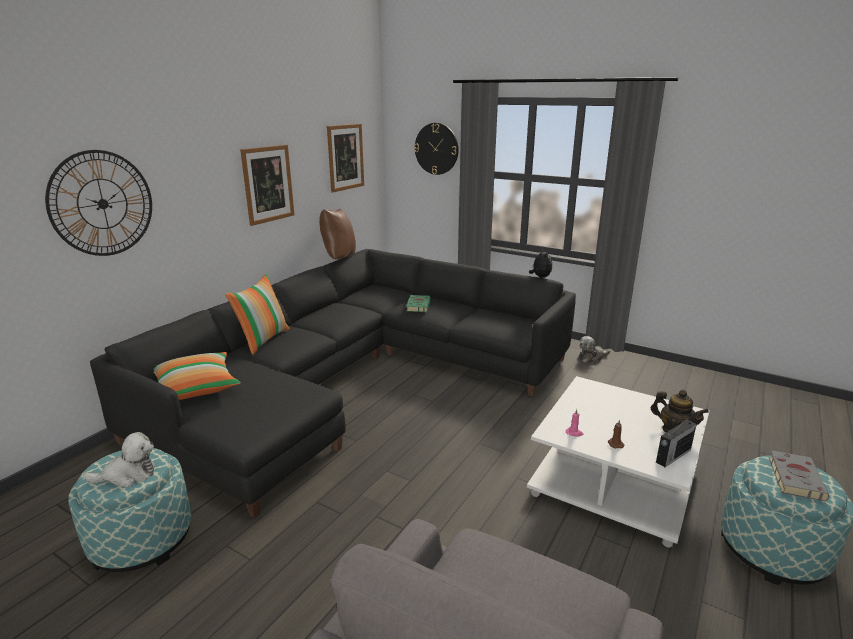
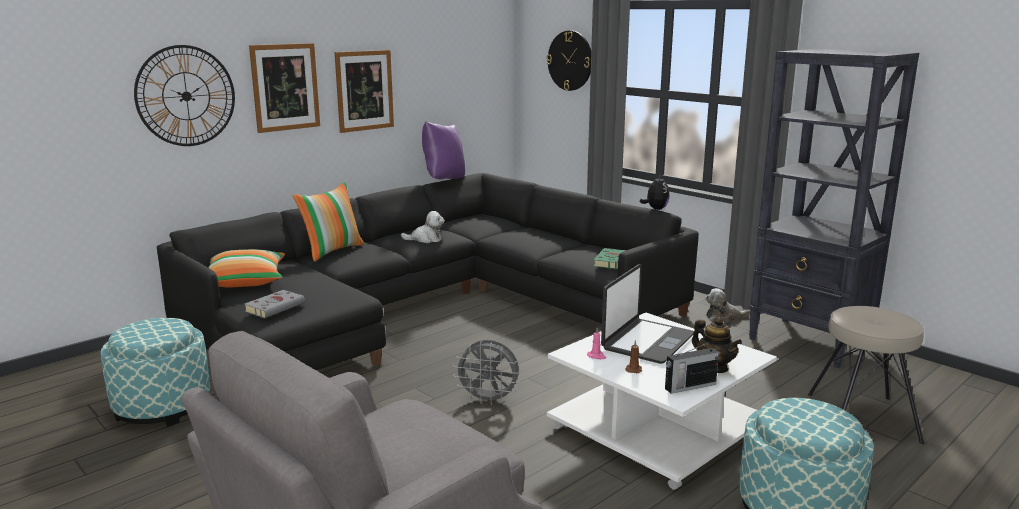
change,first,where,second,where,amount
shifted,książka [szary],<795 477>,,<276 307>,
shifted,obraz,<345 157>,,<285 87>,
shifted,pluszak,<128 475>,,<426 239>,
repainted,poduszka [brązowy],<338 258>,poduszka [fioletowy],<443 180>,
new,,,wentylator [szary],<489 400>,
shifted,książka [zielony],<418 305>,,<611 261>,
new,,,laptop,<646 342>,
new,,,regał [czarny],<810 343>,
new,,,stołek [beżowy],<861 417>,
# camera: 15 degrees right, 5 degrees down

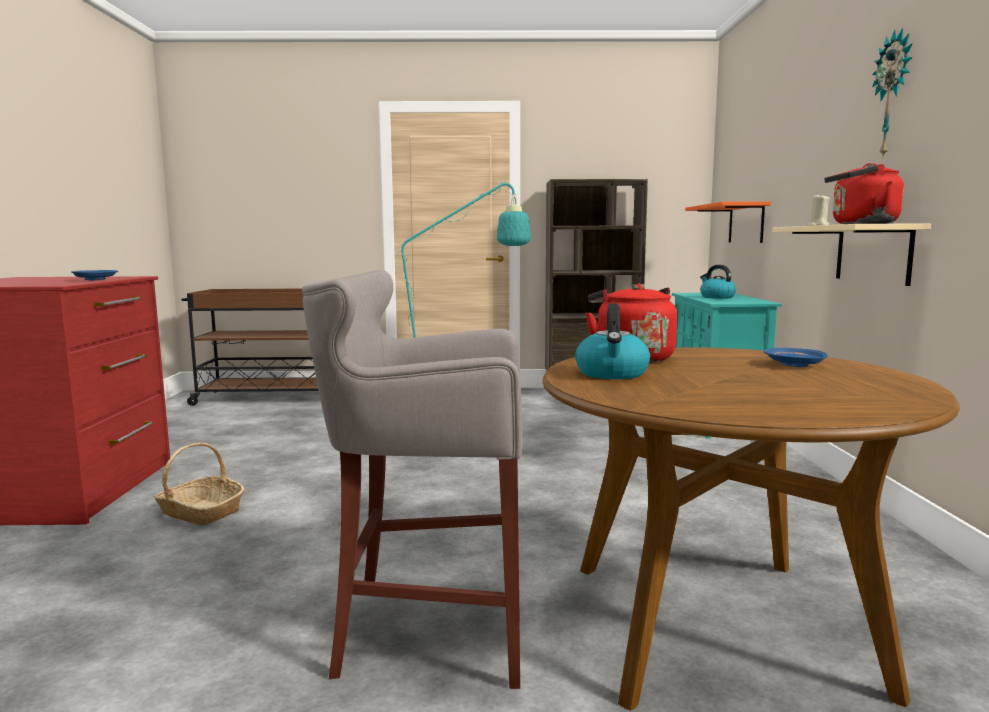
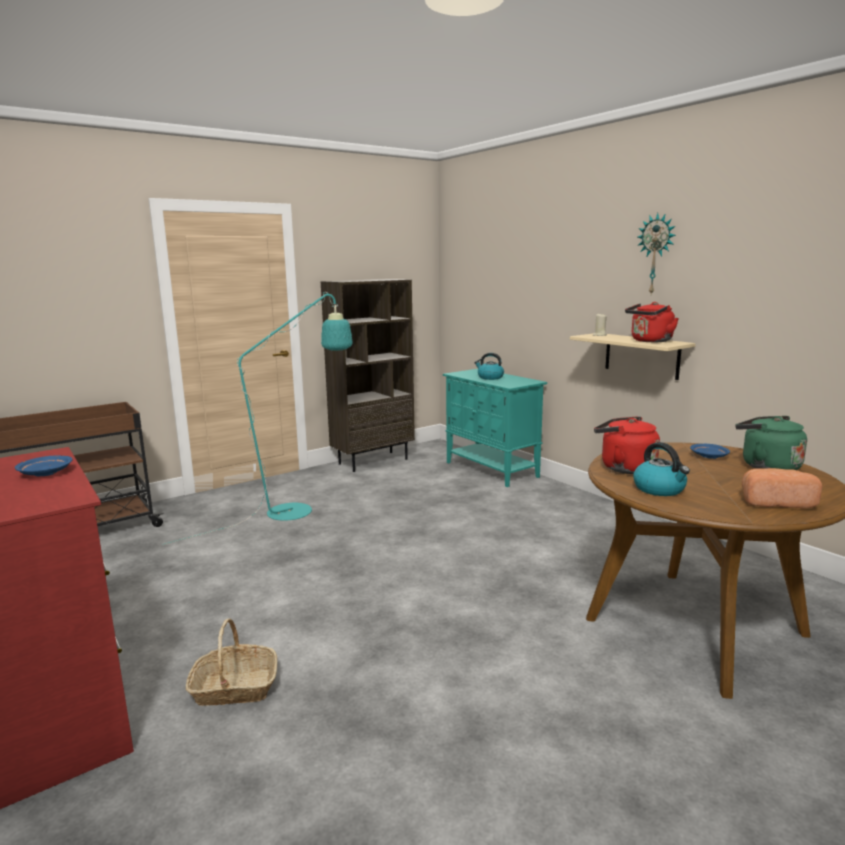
change,first,where,second,where,amount
new,,,czajnik [zielony],<766 466>,
new,,,chleb,<775 502>,
gone,stołek [szary],<428 629>,,,
gone,półka [pomarańczowy],<746 223>,,,
# camera: 35 degrees left, 5 degrees up

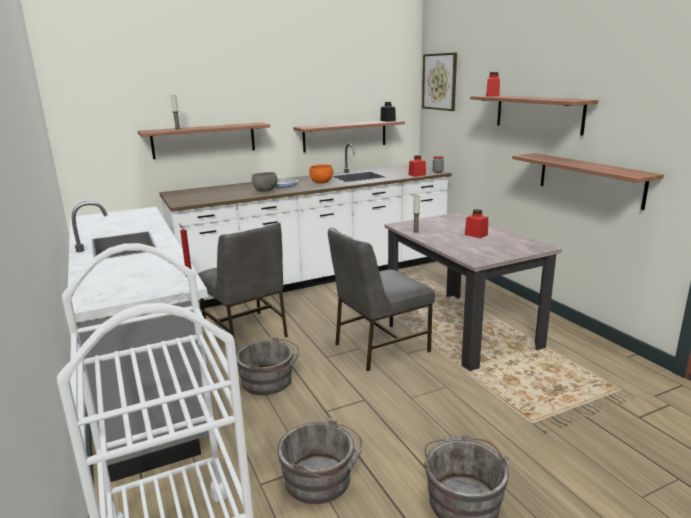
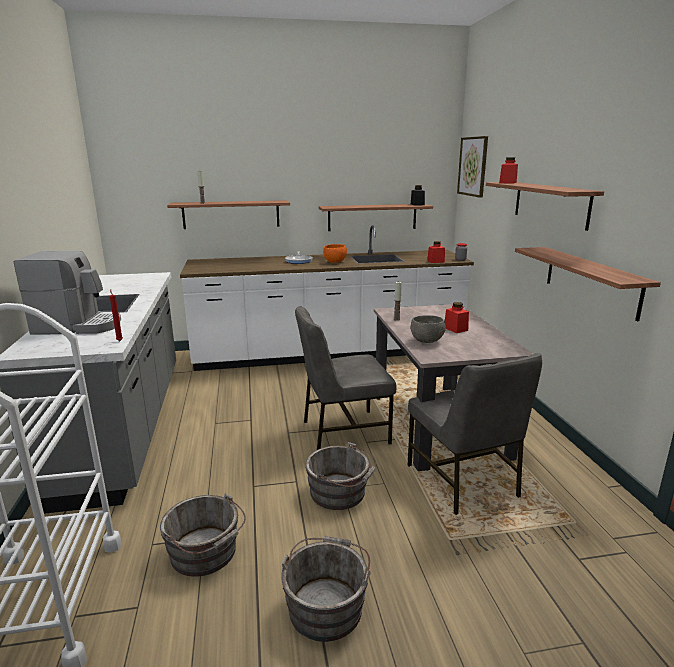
change,first,where,second,where,amount
new,,,ekspres do kawy,<78 326>,
shifted,wiadro [szary],<270 381>,,<340 493>,
shifted,krzesło [szary],<247 333>,,<463 481>,
shifted,miska [szary],<265 191>,,<427 341>,
# camera: 15 degrees right, 0 degrees up

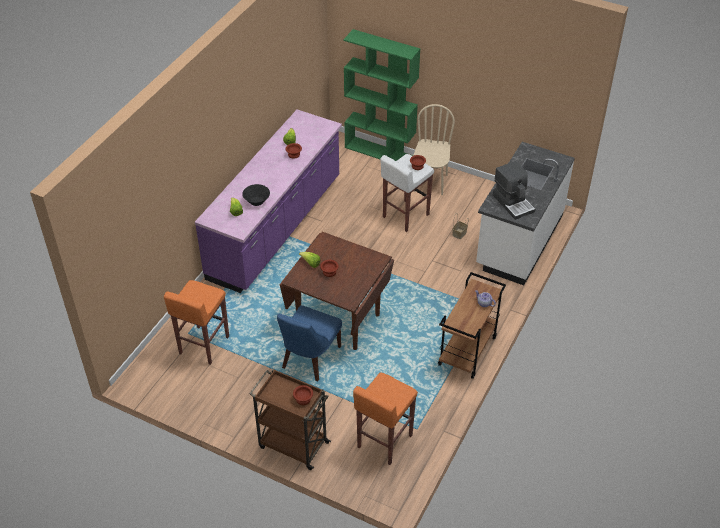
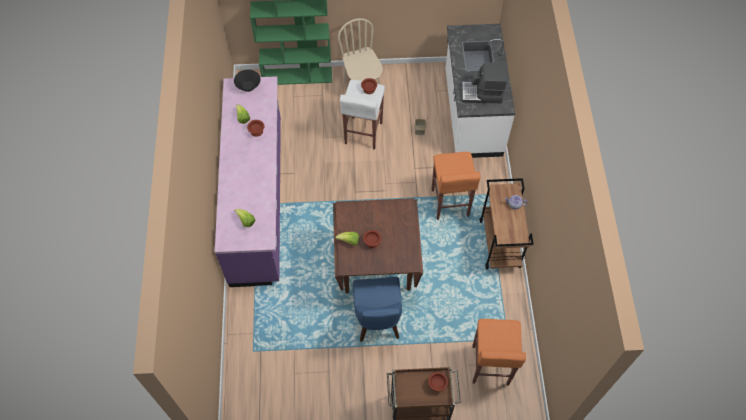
change,first,where,second,where,amount
shifted,miska [czarny],<257 202>,,<248 86>,
shifted,stołek [pomarańczowy],<203 345>,,<449 203>,
rotated,ekspres do kawy,<513 203>,,<482 94>,150 degrees clockwise
# camera: 30 degrees left, 15 degrees up

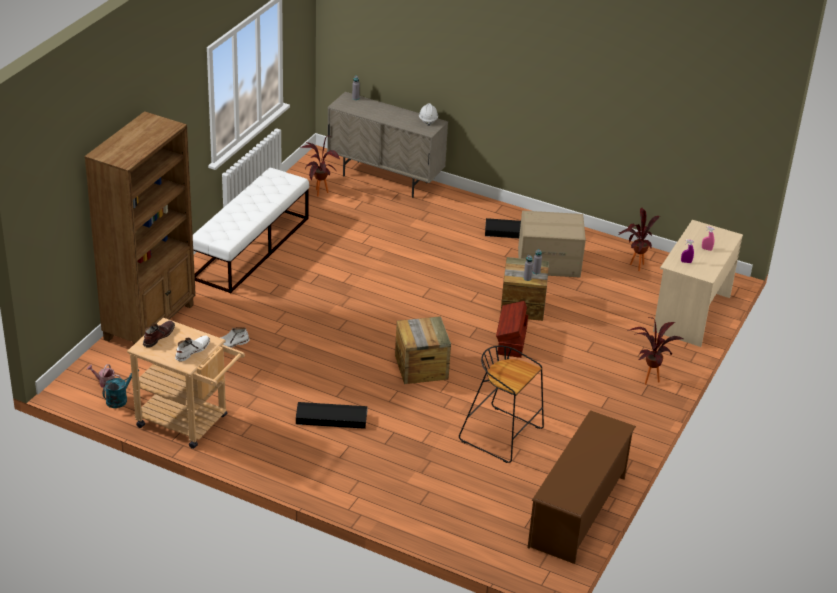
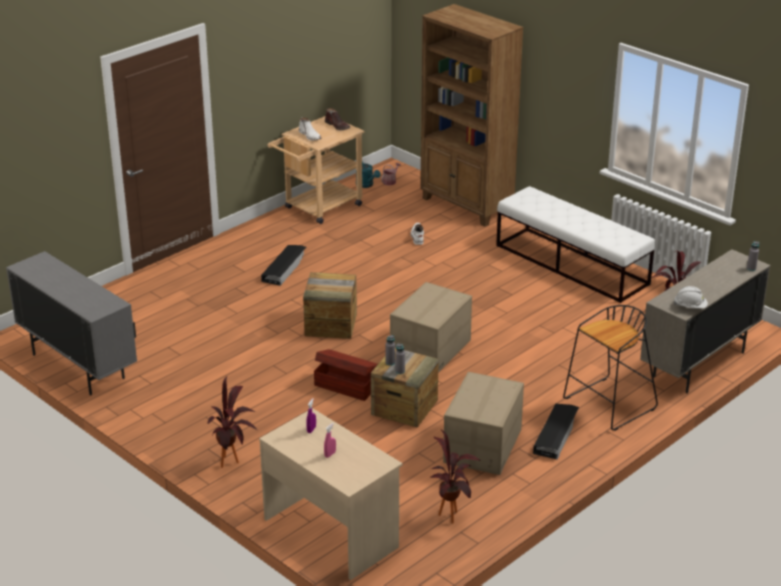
change,first,where,second,where,amount
swapped,regał na buty [brązowy],<578 511>,szafka [szary],<78 366>,
new,,,karton,<431 350>,
shifted,stołek [czarny],<503 435>,,<609 405>,
# camera: 110 degrees right, 5 degrees down

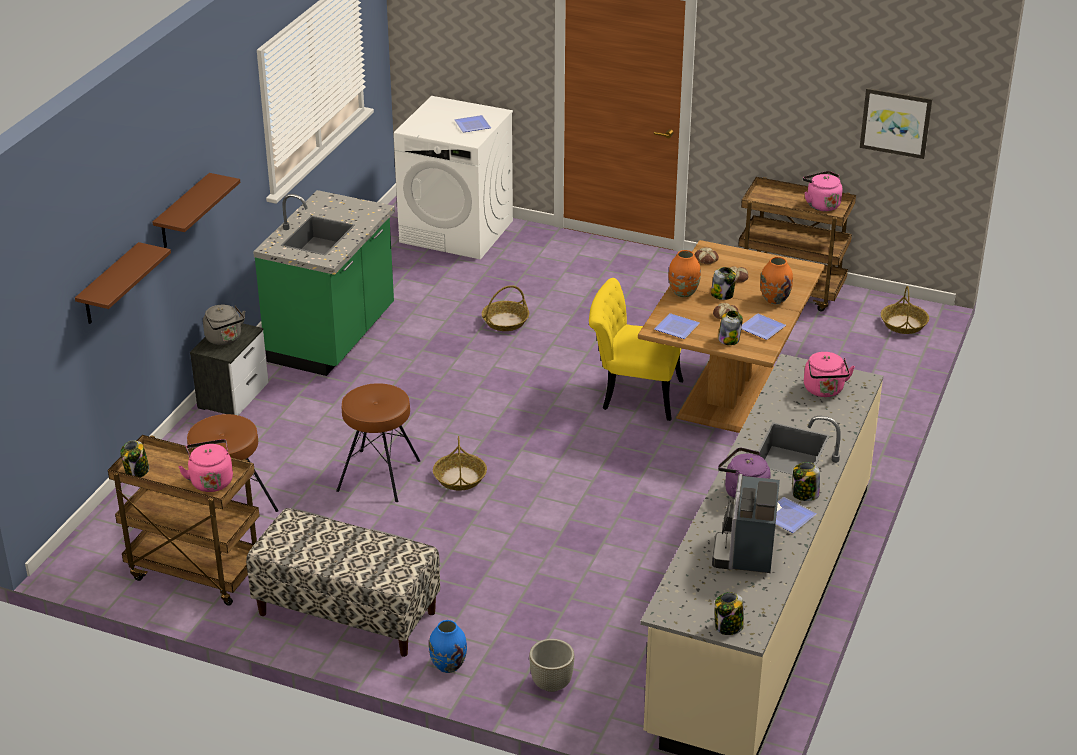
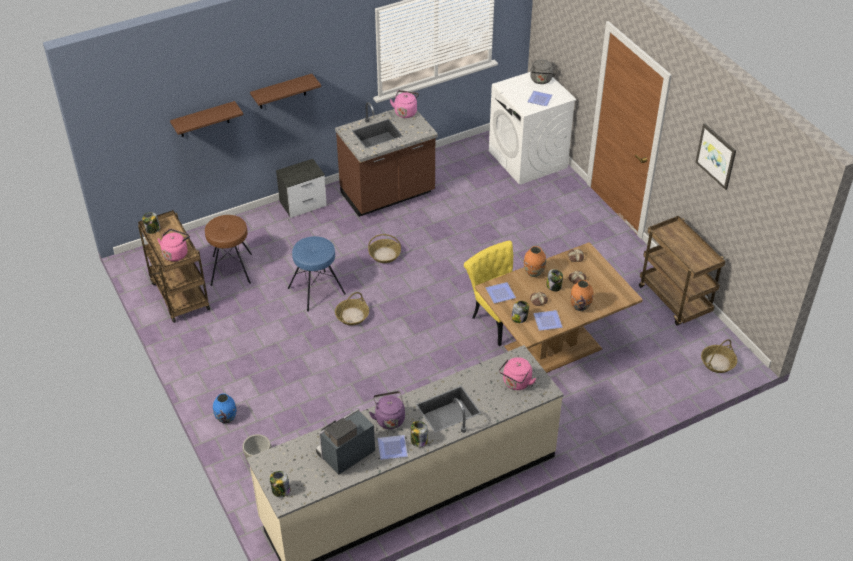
change,first,where,second,where,amount
repainted,stołek [brązowy],<379 475>,stołek [niebieski],<316 291>,
repainted,zabudowa kuchenna [zielony],<333 337>,zabudowa kuchenna [brązowy],<388 195>,
shifted,koszyk,<505 322>,,<384 255>,
shifted,czajnik [różowy],<821 204>,,<405 112>,
shifted,czajnik [szary],<225 339>,,<541 80>,
shifted,obraz,<896 122>,,<716 156>,
gone,ławka,<346 613>,,,
# camera: 40 degrees right, 10 degrees up

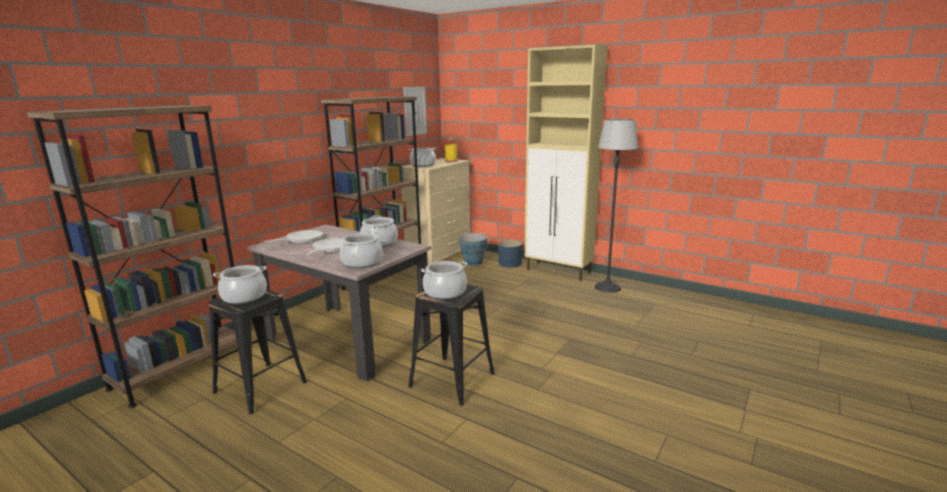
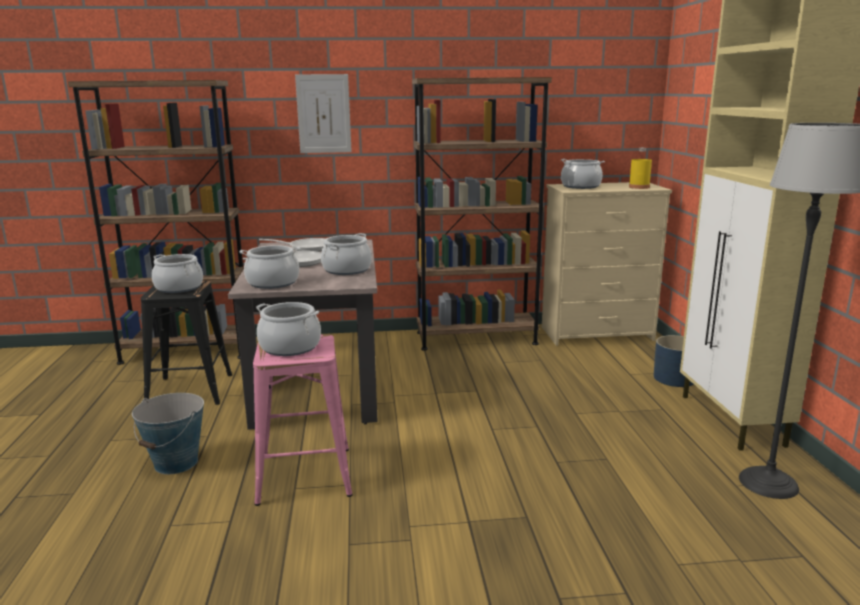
change,first,where,second,where,amount
shifted,wiadro,<473 262>,,<176 463>,
repainted,stołek [czarny],<453 380>,stołek [różowy],<304 475>,
shifted,obraz,<415 111>,,<323 114>,
# camera: 50 degrees right, 0 degrees up

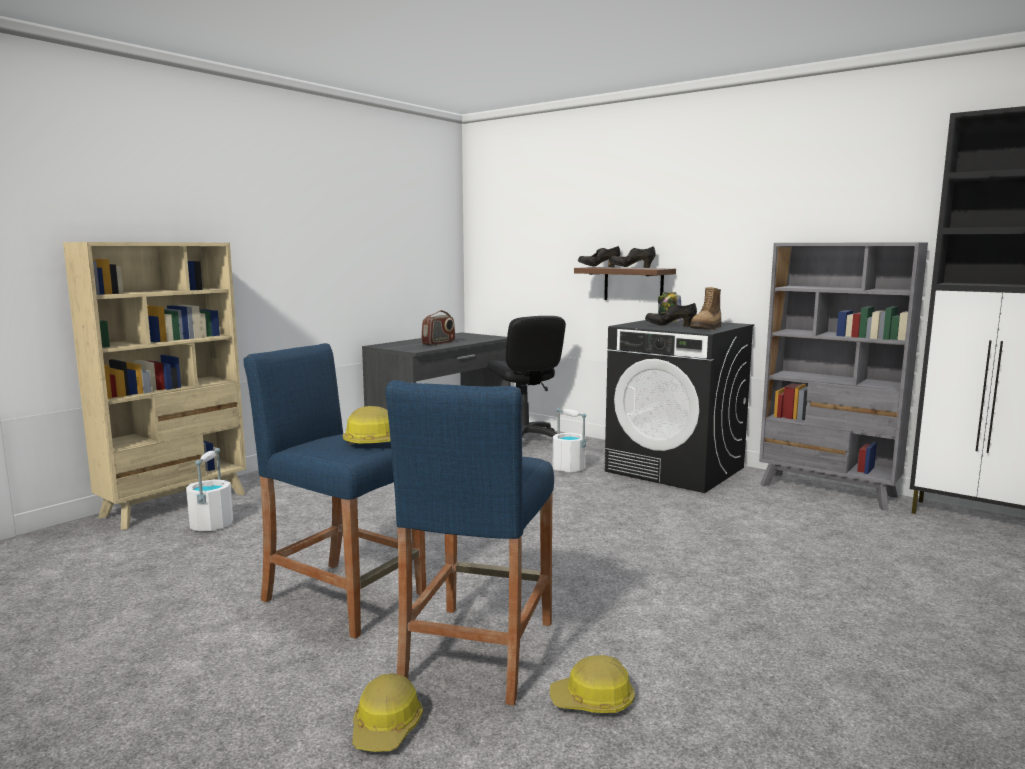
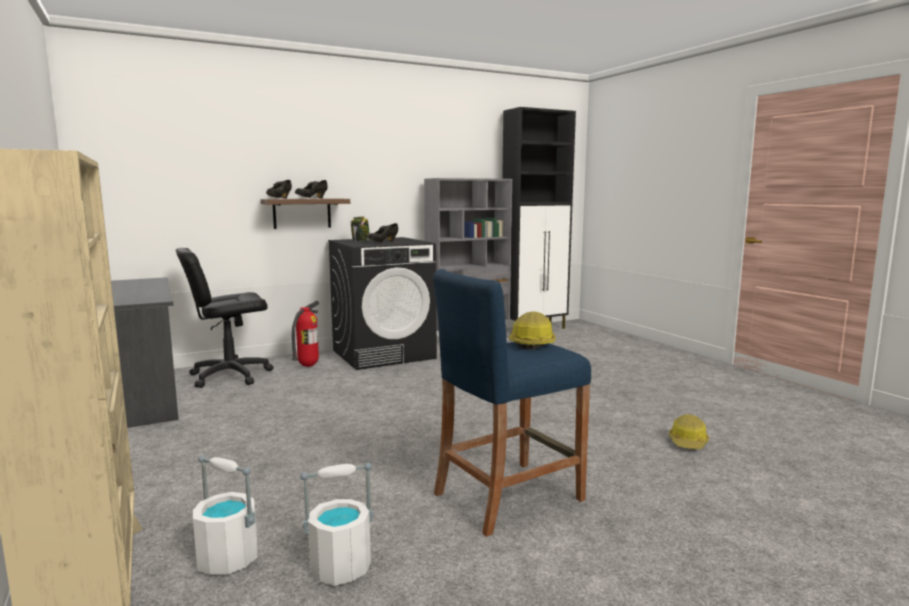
change,first,where,second,where,amount
rotated,krzesło biurowe [czarny],<523 440>,,<230 376>,150 degrees clockwise
new,,,gaśnica,<308 366>,
shifted,wiadro [biały],<569 468>,,<341 567>,
gone,kask,<387 728>,,,
gone,stołek [niebieski],<478 651>,,,
gone,radio,<439 343>,,,
gone,but z cholewką,<707 328>,,,
# camera: 65 degrees left, 0 degrees up

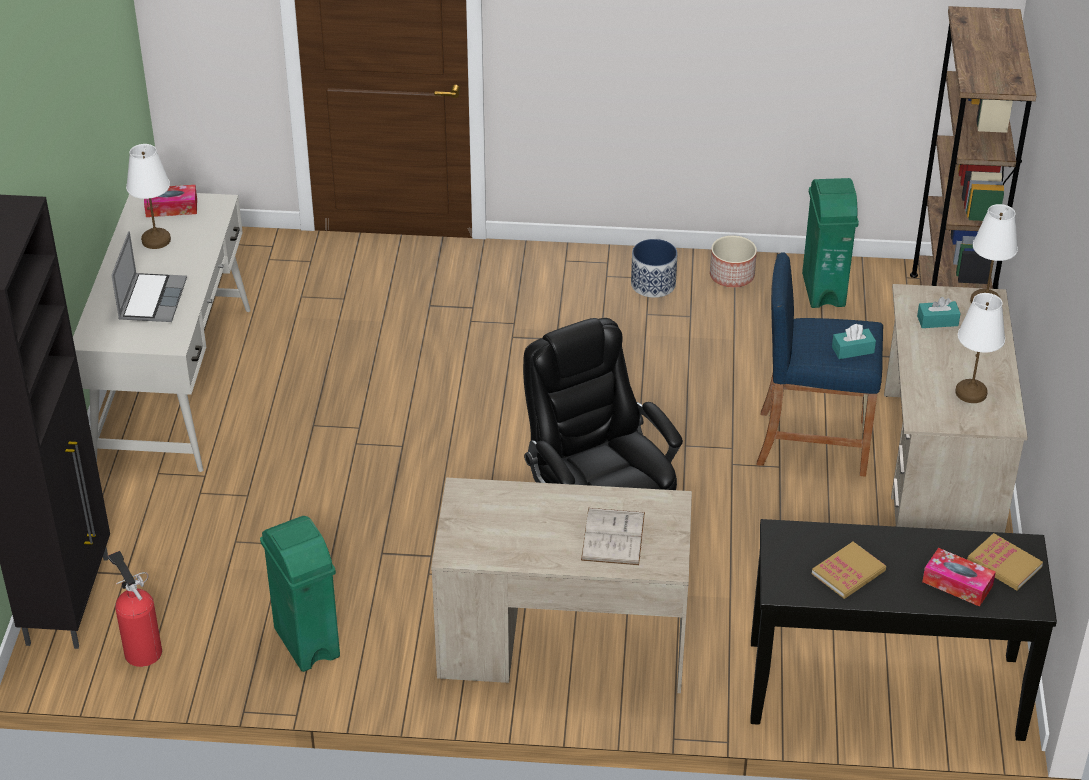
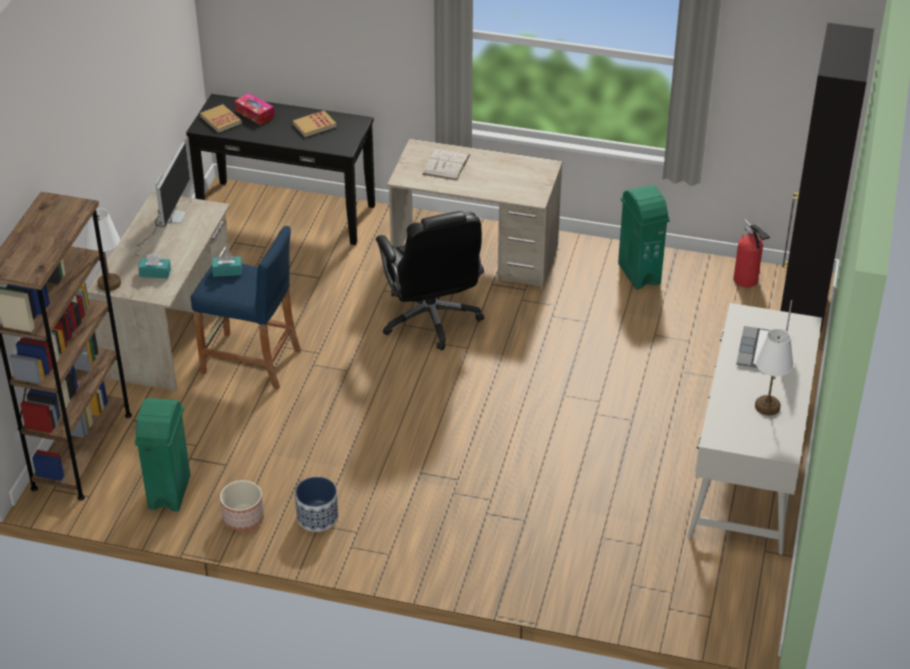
change,first,where,second,where,amount
swapped,lampa stołowa [biały],<971 393>,monitor,<167 221>,
gone,pudełko chusteczek,<171 207>,,,
# camera: 170 degrees left, 0 degrees up

